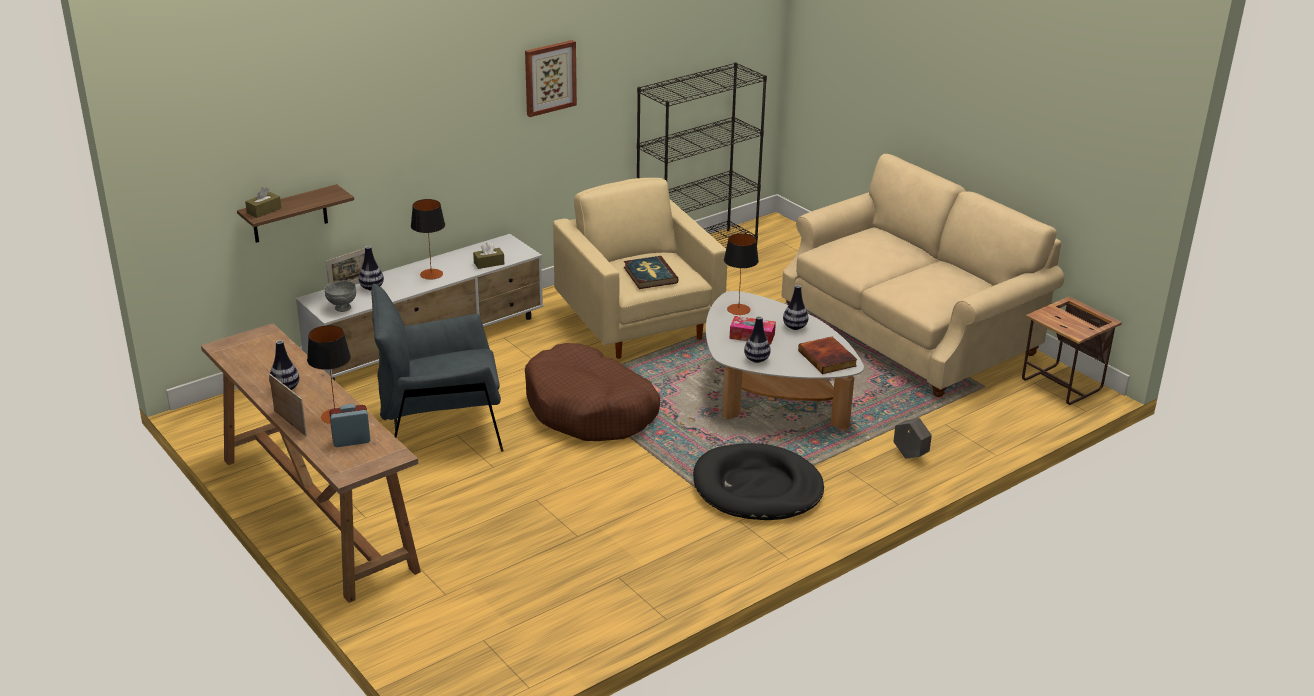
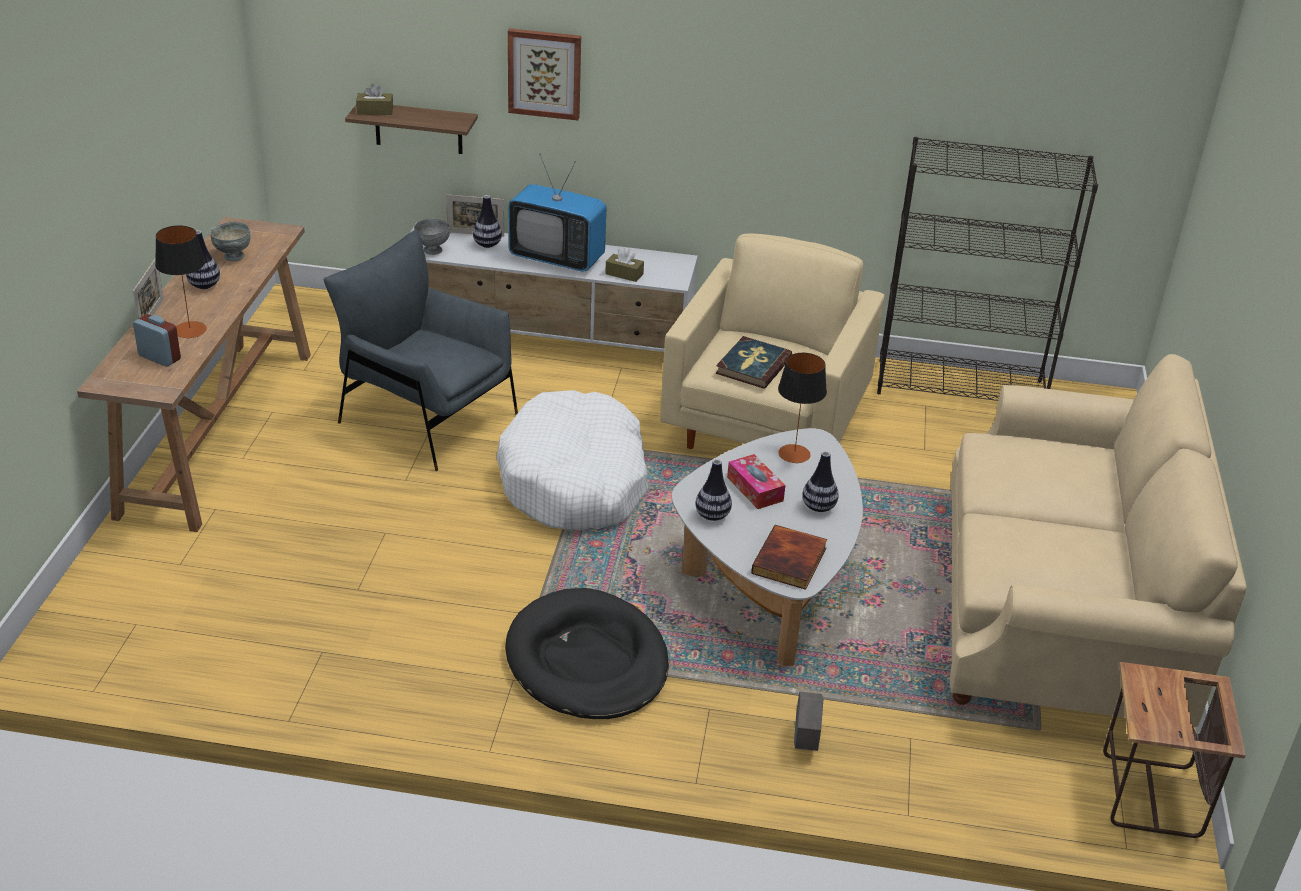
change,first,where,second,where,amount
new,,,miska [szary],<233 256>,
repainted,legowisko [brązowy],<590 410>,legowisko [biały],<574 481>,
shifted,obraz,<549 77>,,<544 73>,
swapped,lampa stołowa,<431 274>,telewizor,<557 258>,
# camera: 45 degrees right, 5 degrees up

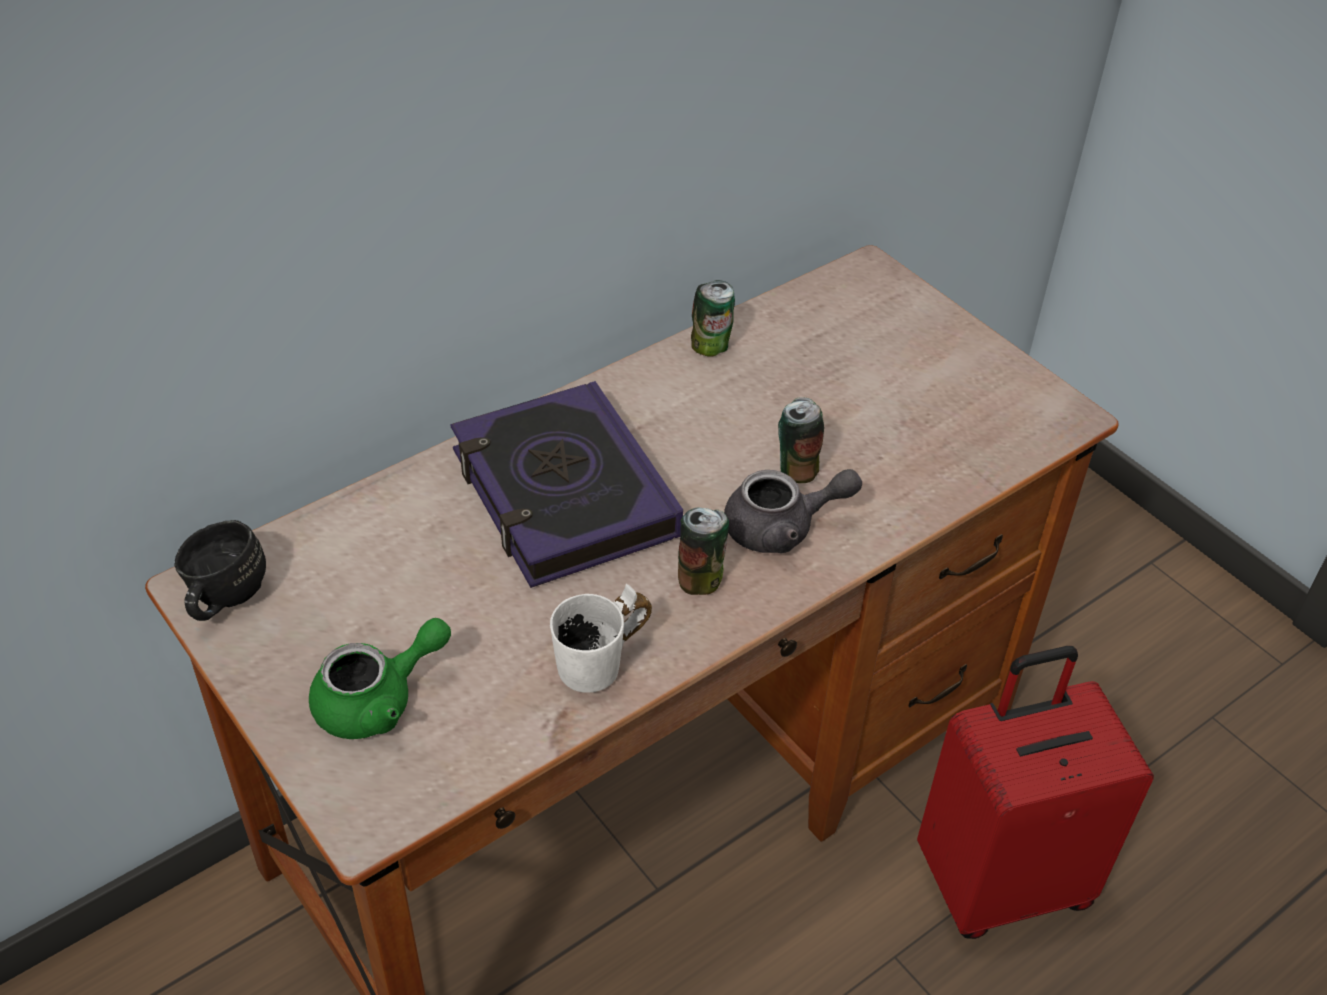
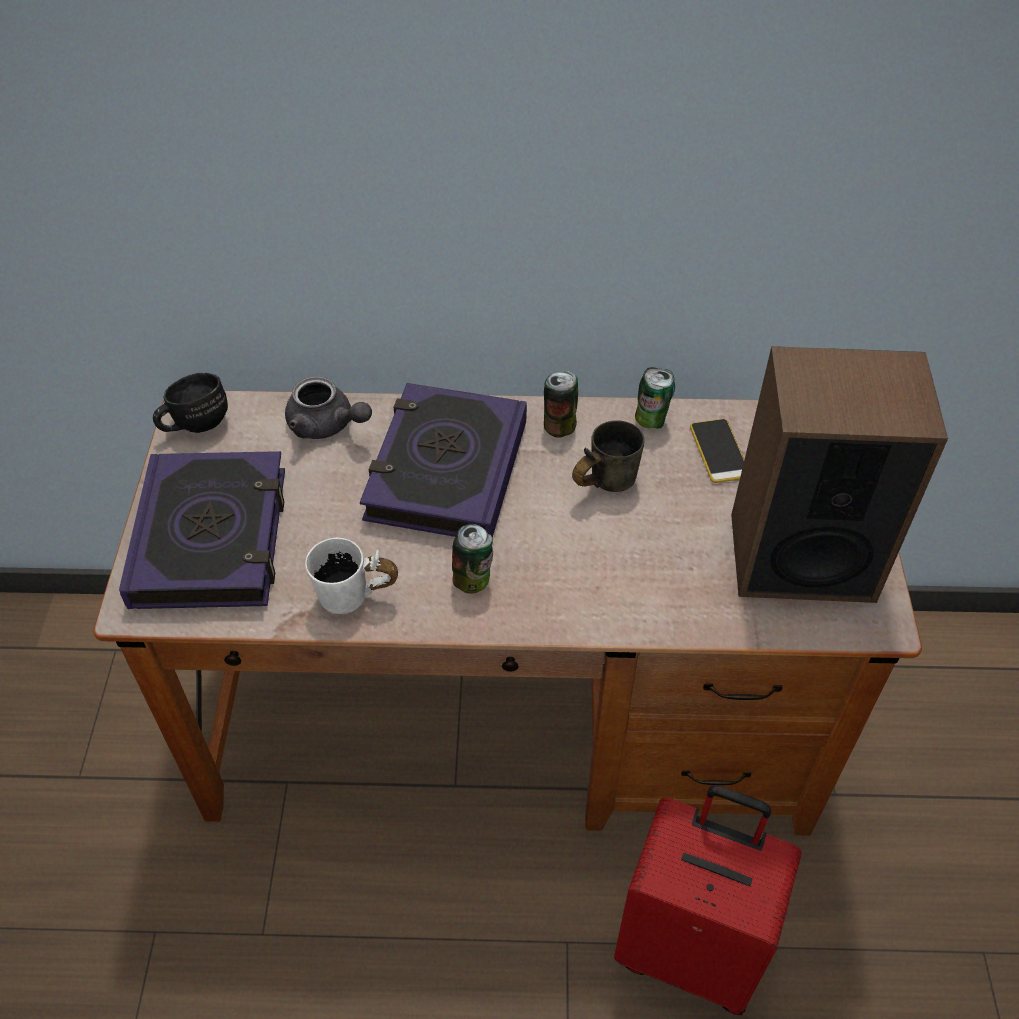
change,first,where,second,where,amount
swapped,imbryk [zielony],<378 700>,książka,<212 538>,
shifted,imbryk [szary],<782 528>,,<327 425>,
shifted,puszka,<796 469>,,<560 425>,
new,,,kubek [szary],<601 480>,
new,,,telefon,<719 451>,
new,,,głośnik,<801 556>,
# camera: 40 degrees right, 5 degrees up

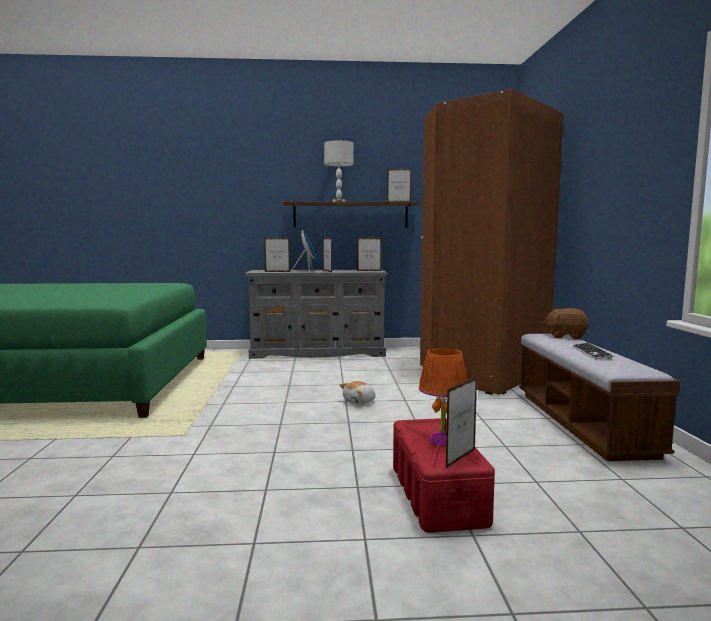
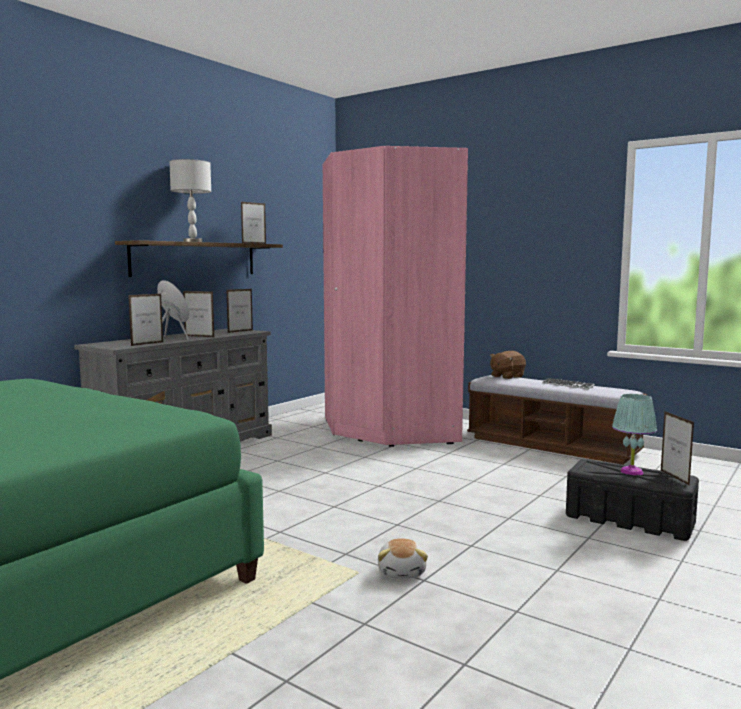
change,first,where,second,where,amount
repainted,szafa [brązowy],<477 372>,szafa [różowy],<391 429>,
shifted,pluszak,<359 402>,,<402 572>,
repainted,pojemnik do przechowywania [czerwony],<437 495>,pojemnik do przechowywania [czarny],<630 520>,
repainted,lampa stołowa [pomarańczowy],<442 440>,lampa stołowa [turkusowy],<631 471>,
# camera: 50 degrees left, 0 degrees up

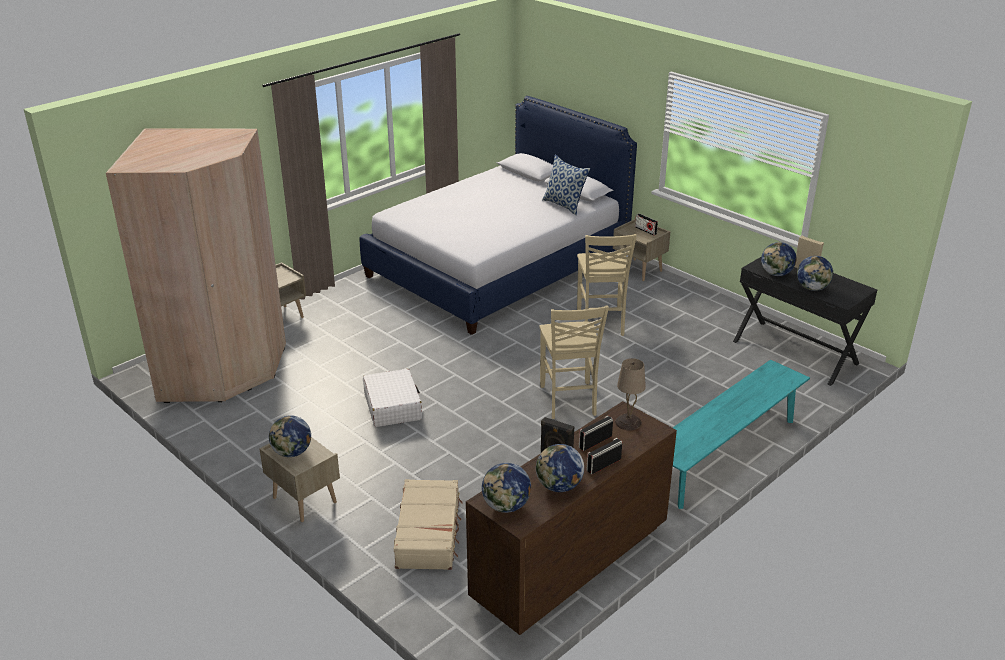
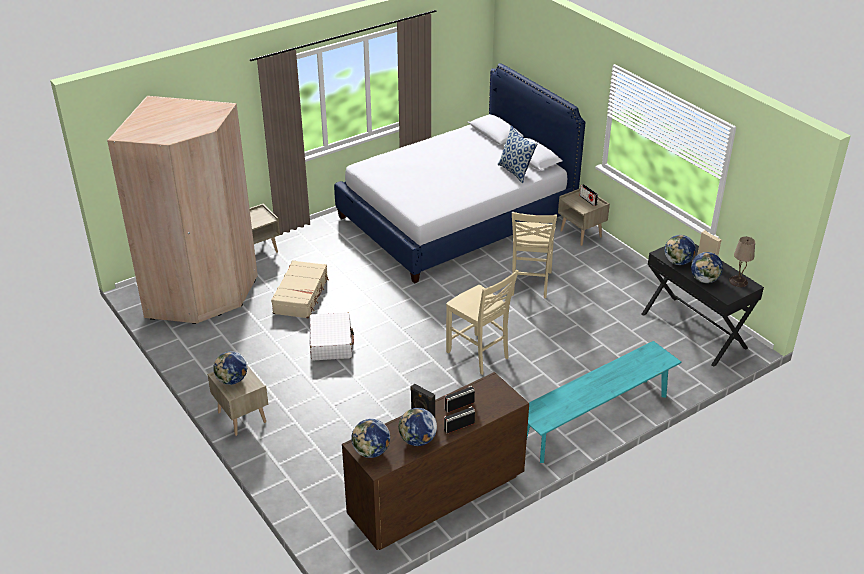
change,first,where,second,where,amount
shifted,walizka [beżowy],<429 533>,,<301 296>,
rotated,krzesło [beżowy],<568 401>,,<478 355>,45 degrees counterclockwise
shifted,lampa stołowa [beżowy],<628 422>,,<738 281>,
# camera: 10 degrees right, 5 degrees up

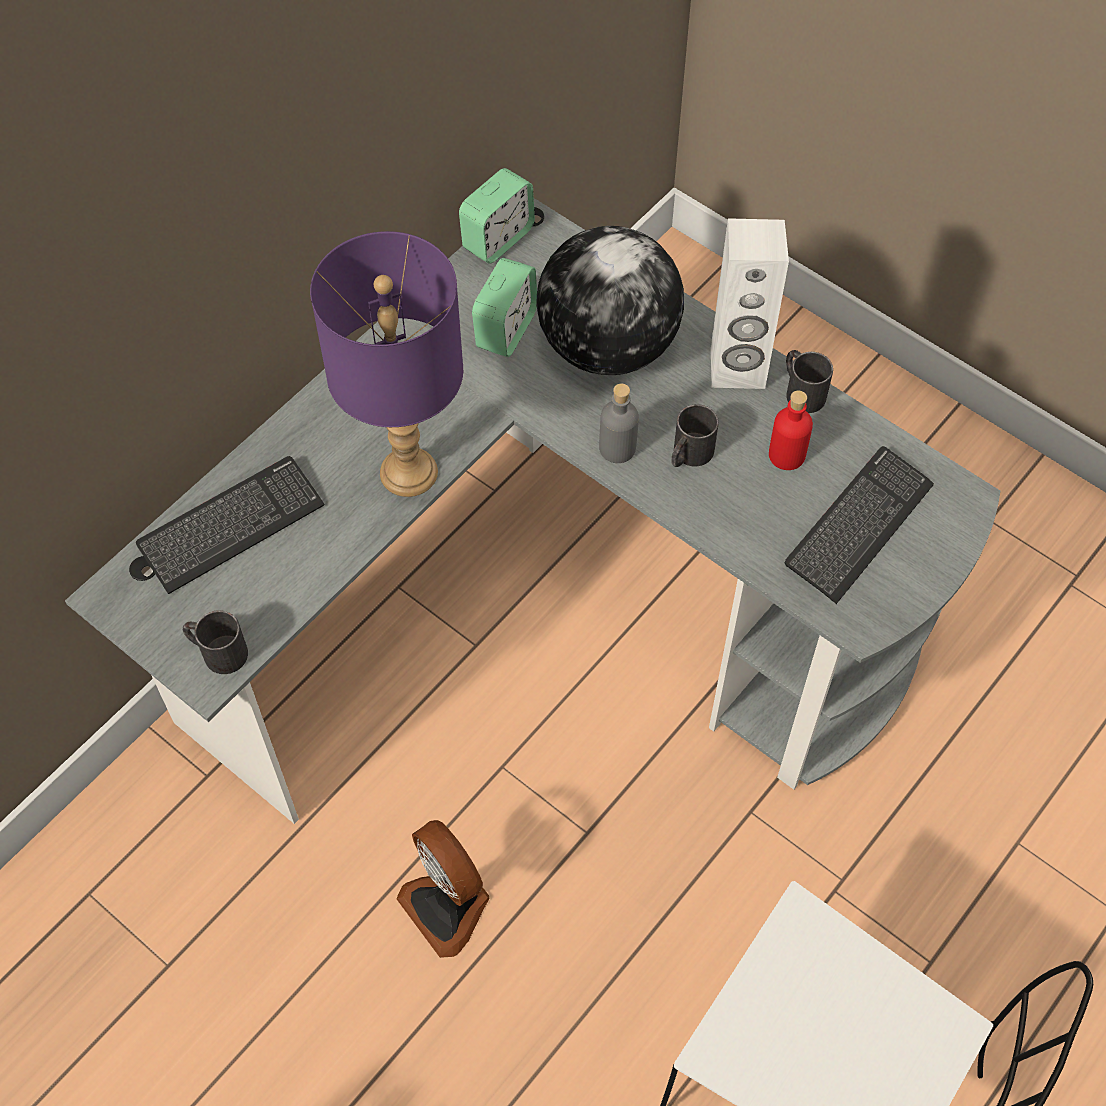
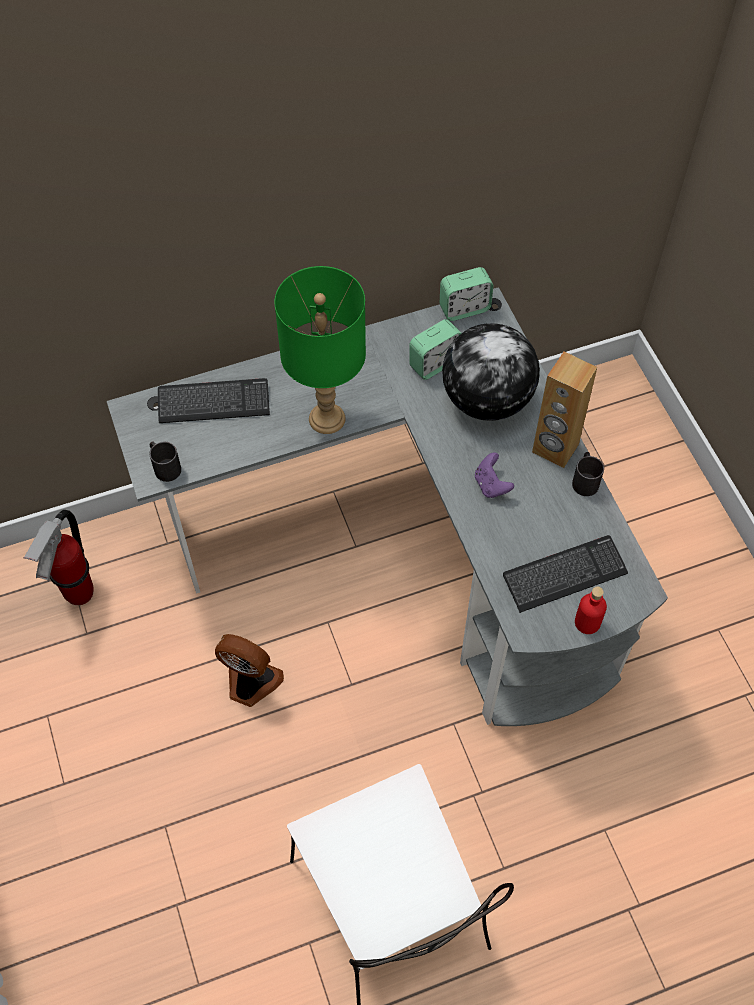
change,first,where,second,where,amount
new,,,gaśnica,<79 594>,
rotated,wentylator,<449 906>,,<250 683>,120 degrees clockwise
repainted,lampa stołowa [fioletowy],<408 471>,lampa stołowa [zielony],<327 418>,
swapped,kubek [czarny],<688 455>,pad do gier [fioletowy],<491 485>,
repainted,głośnik [biały],<737 369>,głośnik [brązowy],<555 449>,
shifted,butelka [czerwony],<786 455>,,<587 622>,
gone,butelka [szary],<617 448>,,,
# camera: 30 degrees right, 0 degrees up

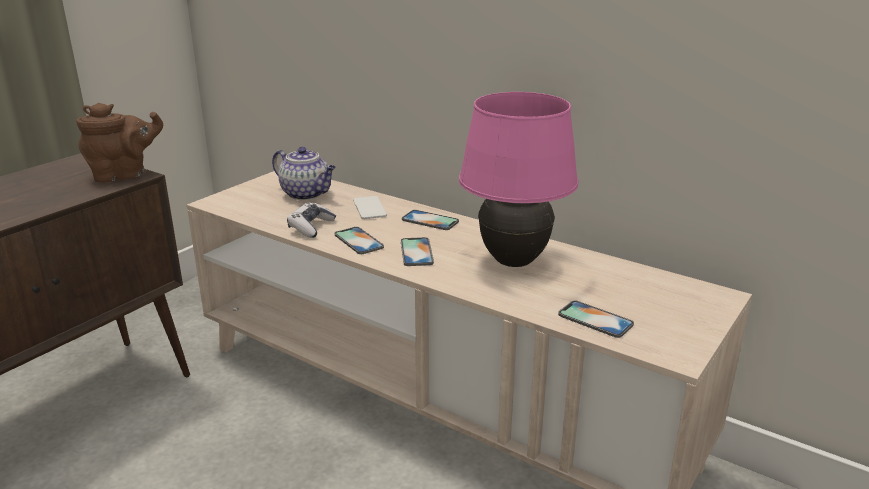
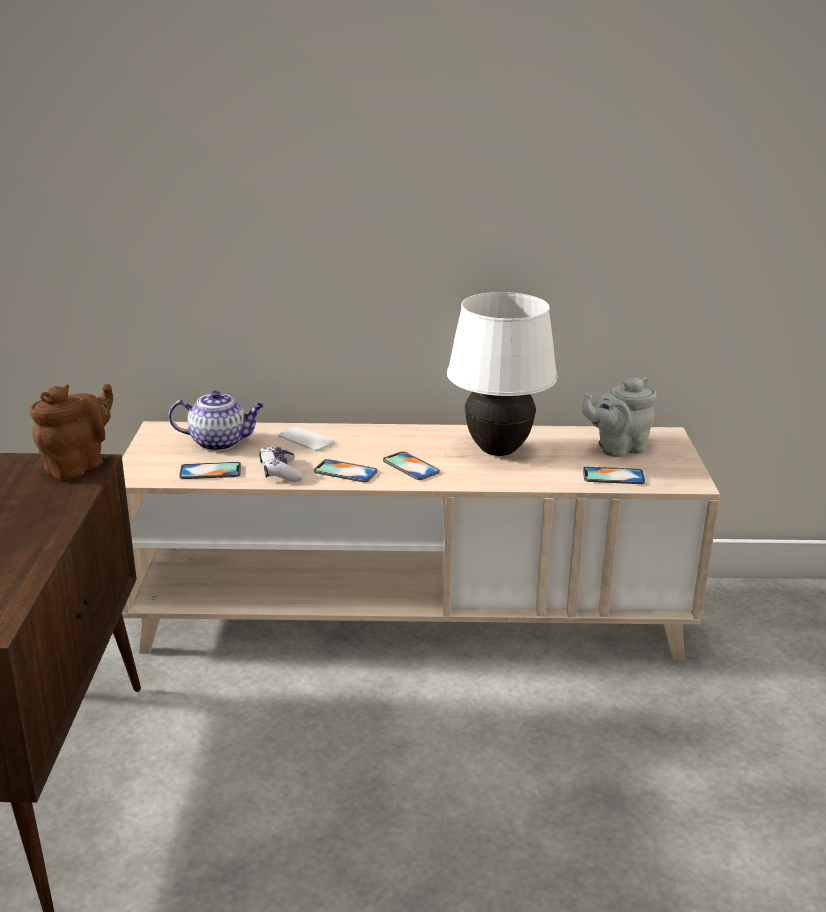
change,first,where,second,where,amount
shifted,telefon,<430 220>,,<210 471>,
repainted,lampa stołowa [różowy],<514 261>,lampa stołowa [biały],<498 451>,
new,,,imbryk [szary],<617 448>,
# camera: 35 degrees left, 0 degrees up

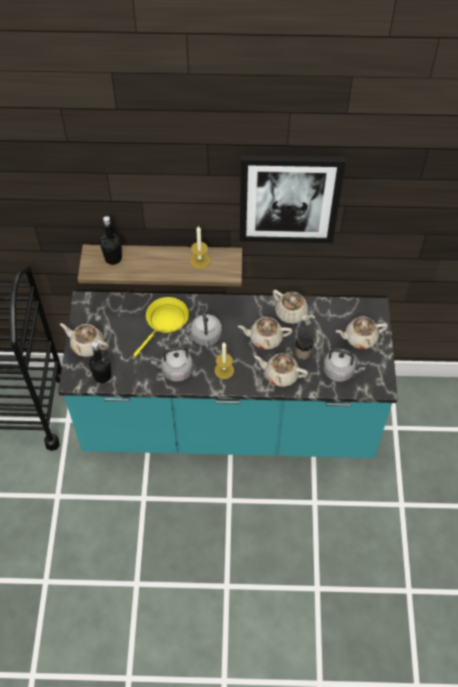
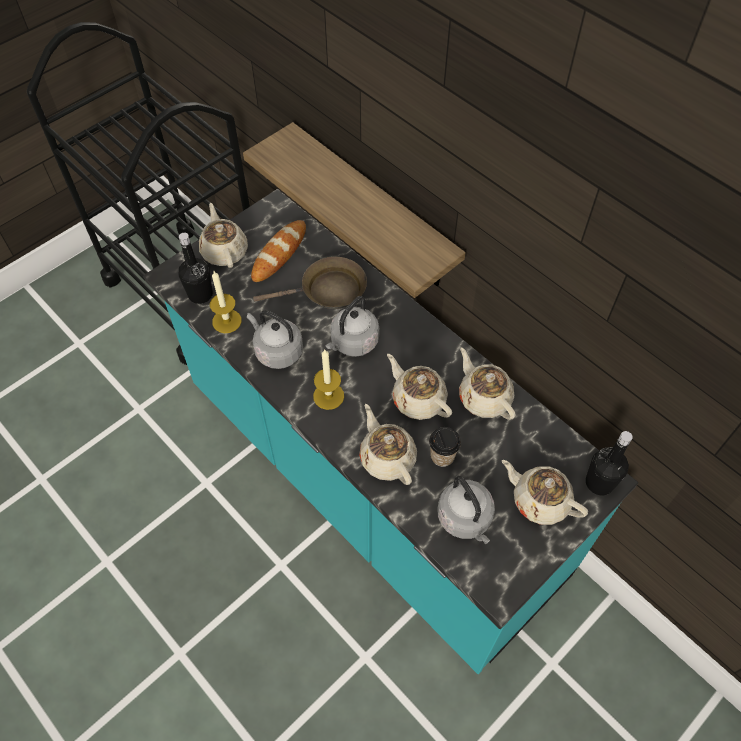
change,first,where,second,where,amount
shifted,świeca,<200 260>,,<227 321>,
new,,,chleb,<279 253>,
repainted,patelnia [żółty],<165 323>,patelnia [brązowy],<328 291>,
rotated,imbryk [beżowy],<292 313>,,<484 397>,150 degrees clockwise
shifted,butelka [czarny],<113 258>,,<599 483>,
gone,obraz,<289 198>,,,
# camera: 45 degrees right, 0 degrees up

